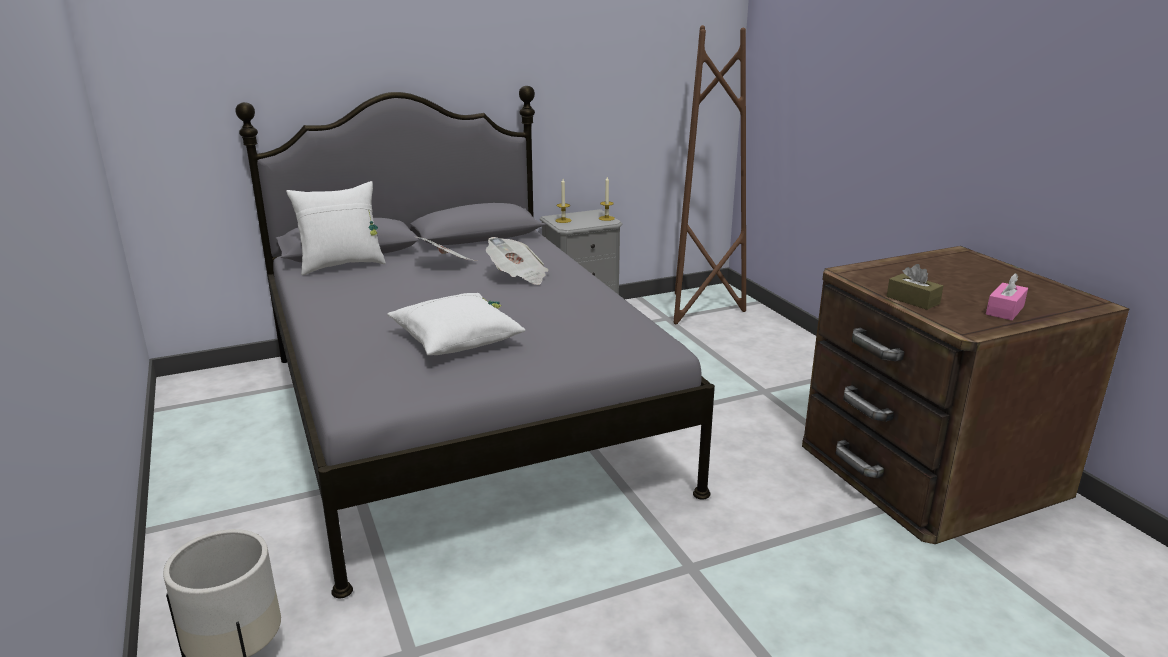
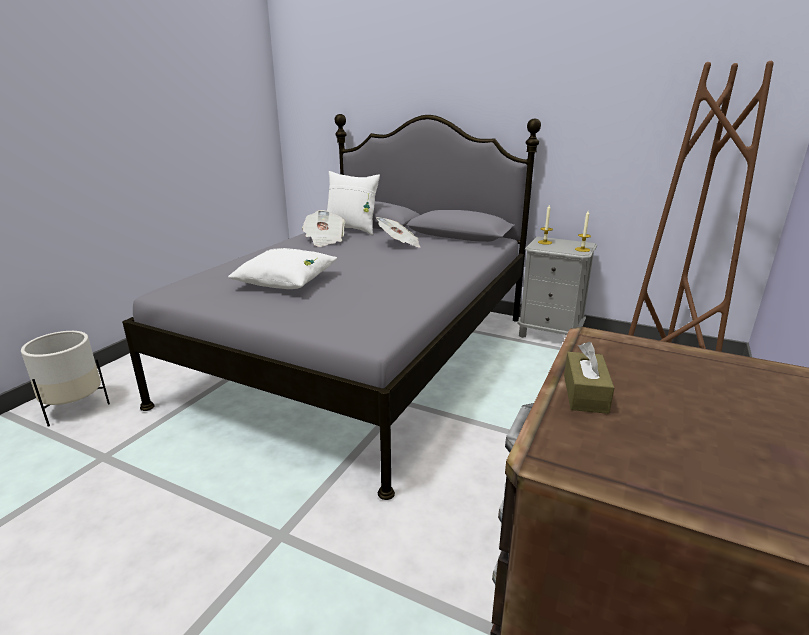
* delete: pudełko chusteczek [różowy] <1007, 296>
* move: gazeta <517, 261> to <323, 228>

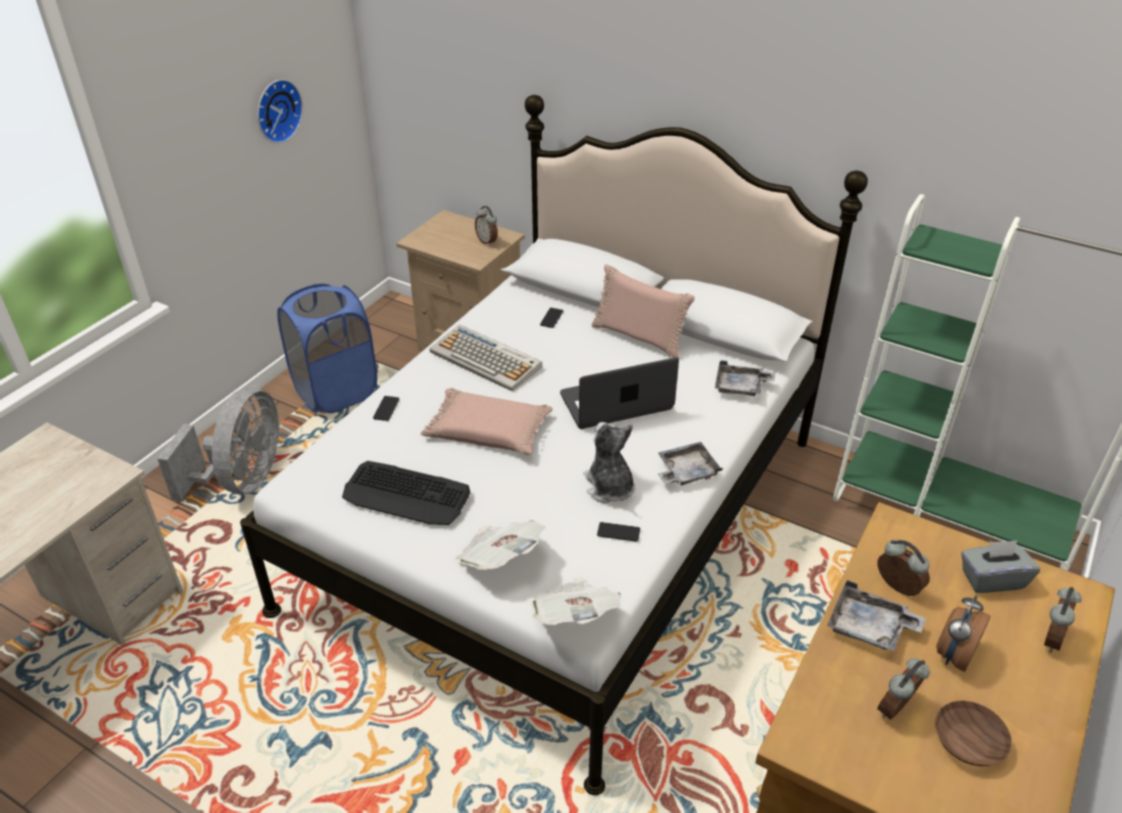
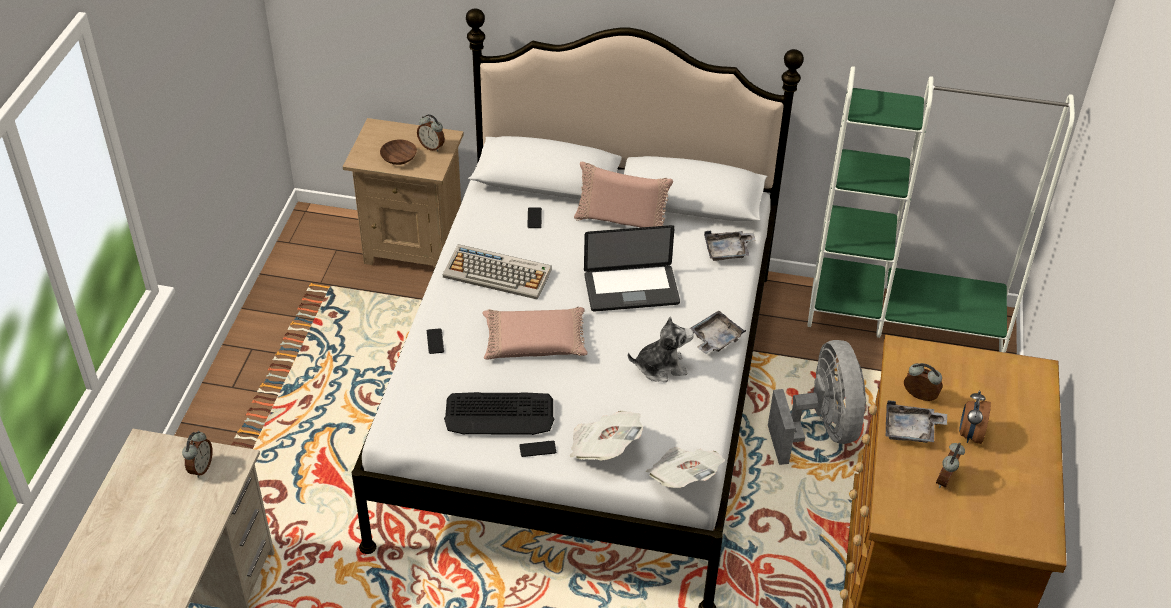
* delete: zegar ścienny <280, 111>
* delete: kosz na pranie [niebieski] <327, 348>
* delete: pudełko chusteczek [szary] <1000, 567>
* move: wentylator [szary] <218, 444> to <817, 402>
* move: telefon <618, 532> to <537, 448>
* move: miska [brązowy] <973, 733> to <398, 152>
* move: budzik <1063, 620> to <197, 454>
* rotate: laptop <619, 393> = <632, 268> 150 degrees counterclockwise
* rotate: pluszak <609, 462> = <661, 349> 120 degrees clockwise

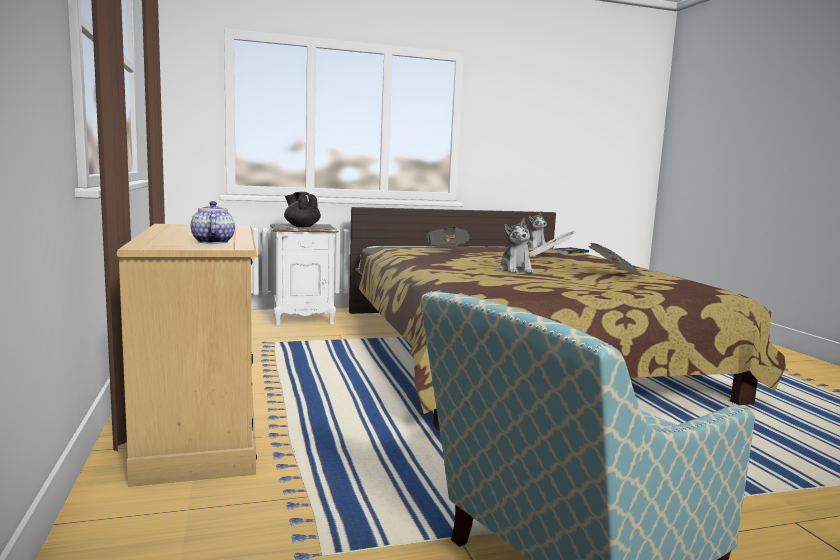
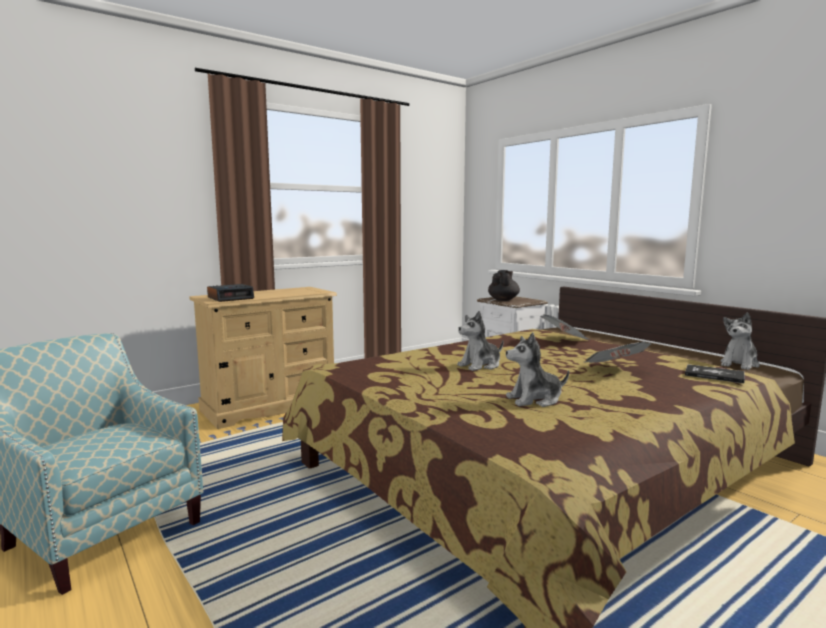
* replace: imbryk <213, 222> to budzik <230, 293>
* replace: gazeta <617, 259> to pluszak <537, 369>

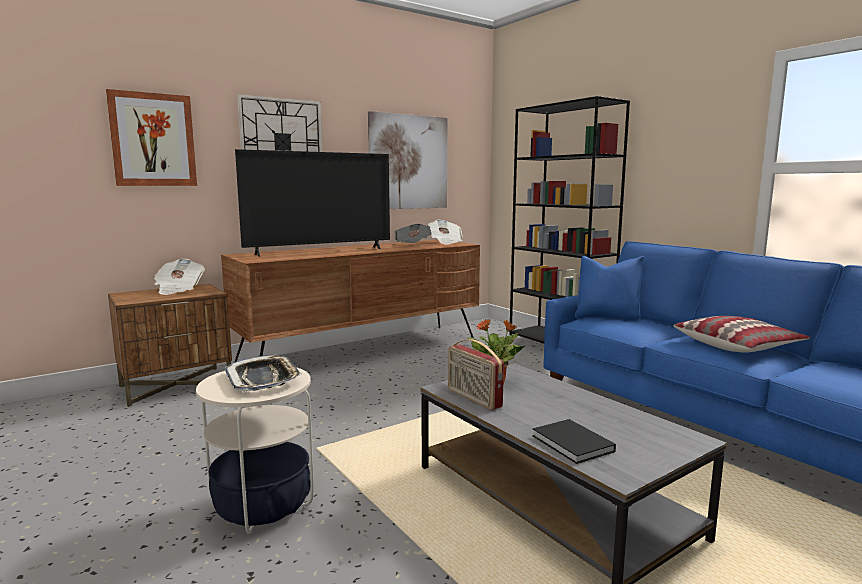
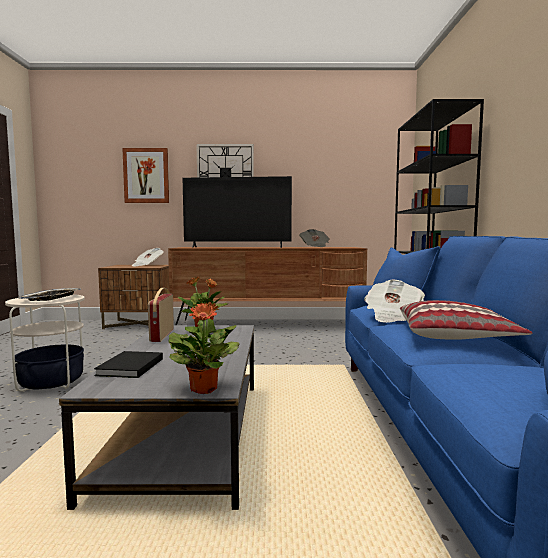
* delete: obraz <408, 160>
* insert: roślina doniczkowa <203, 348>
* move: gazeta <445, 232> to <394, 301>

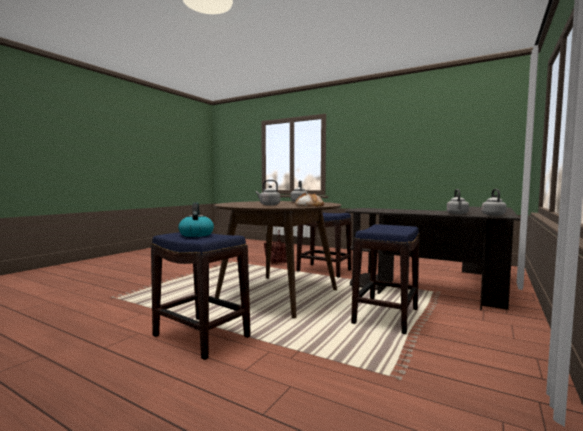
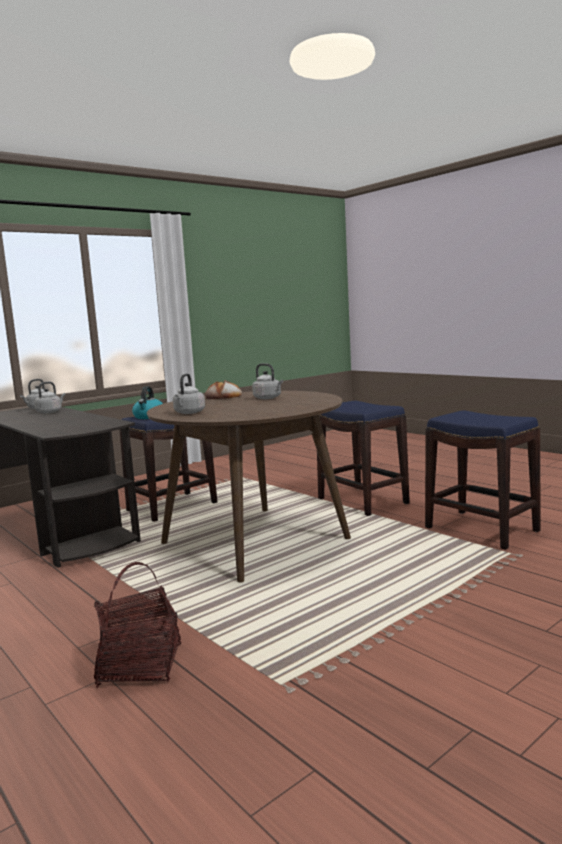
* move: czajnik <196, 219> to <147, 402>
* move: stołek <324, 245> to <483, 480>

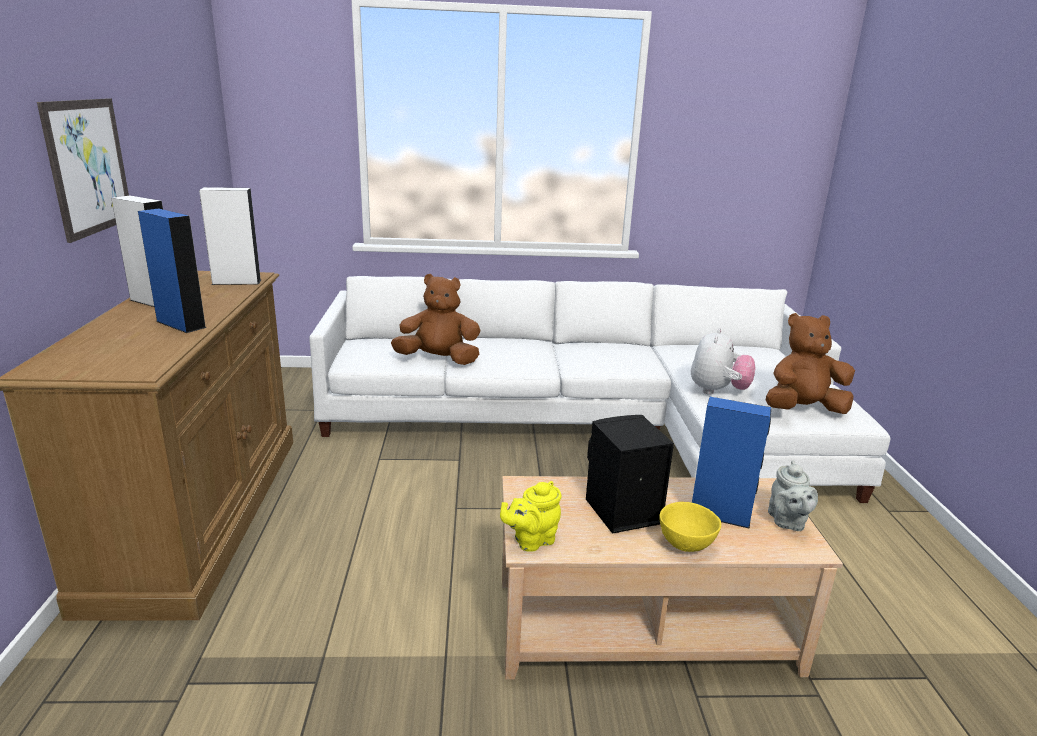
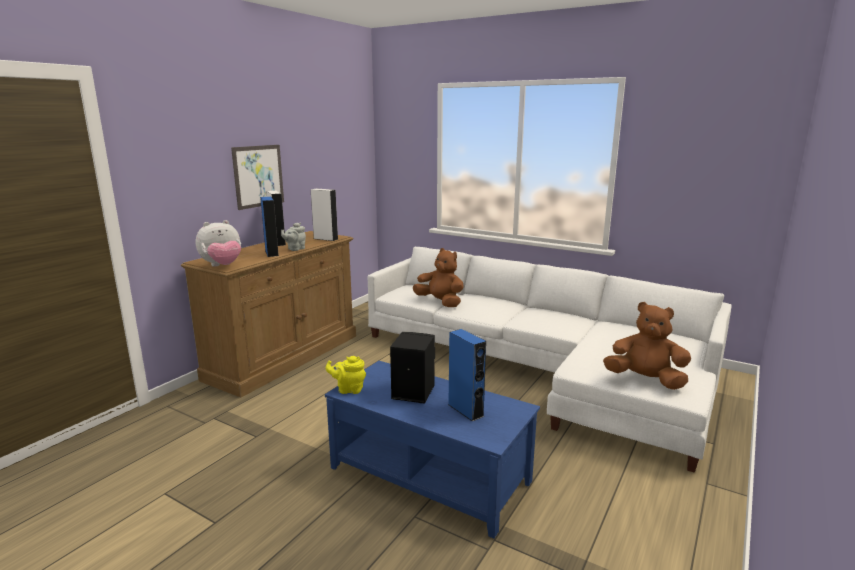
* delete: miska [żółty] <690, 527>
* move: pluszak <723, 361> to <218, 243>
* move: imbryk [szary] <793, 496> to <293, 236>
* recolor: ława [beżowy] <672, 577> to ława [niebieski] <432, 450>

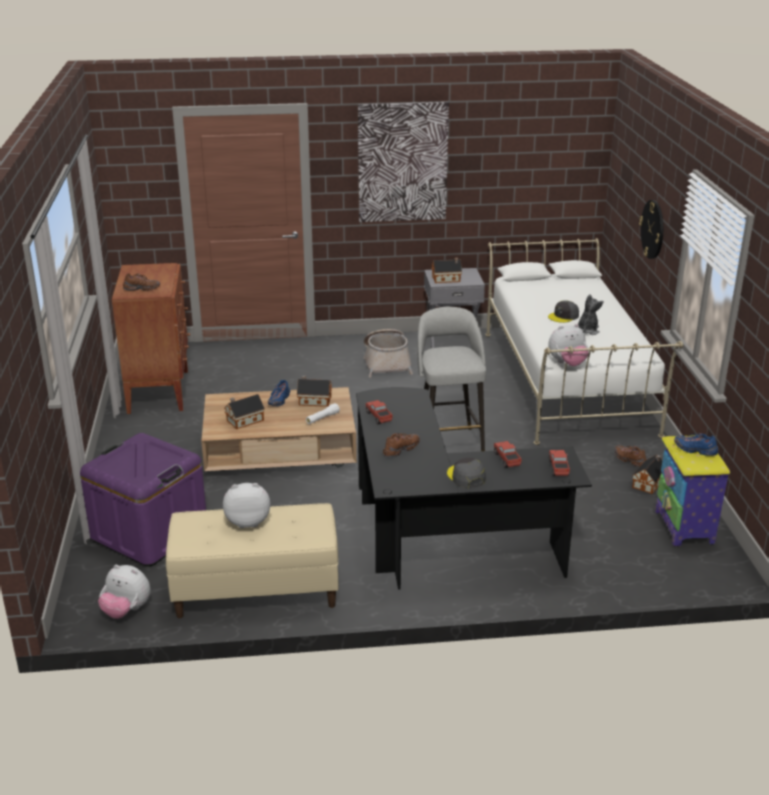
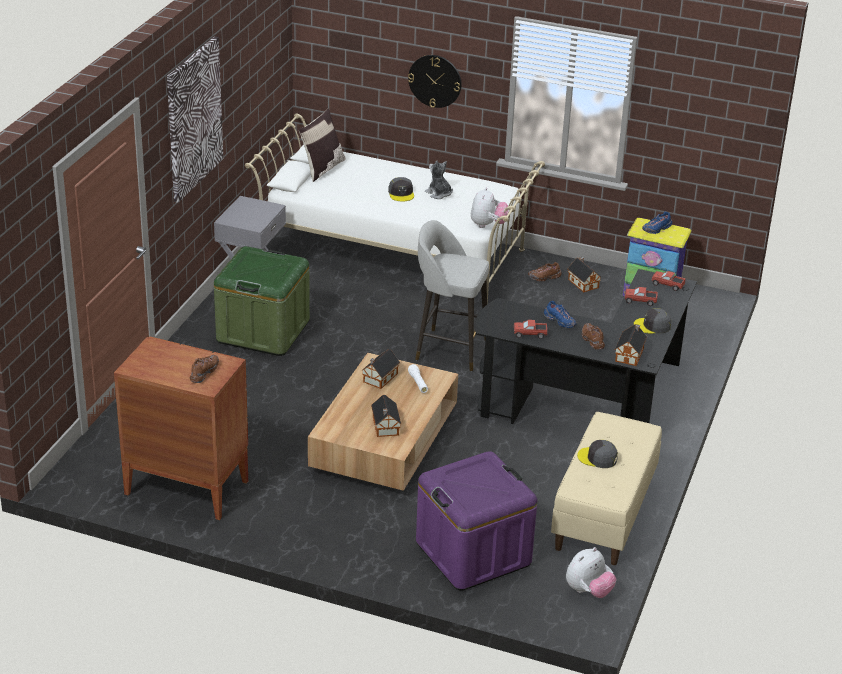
* insert: poduszka <322, 145>
* move: but [niebieski] <279, 393> to <560, 314>
* move: domek <447, 270> to <631, 345>
* replace: pluszak <246, 505> to czapka z daszkiem [szary] <597, 454>
* replace: koszyk <388, 353> to pojemnik do przechowywania [zielony] <262, 301>

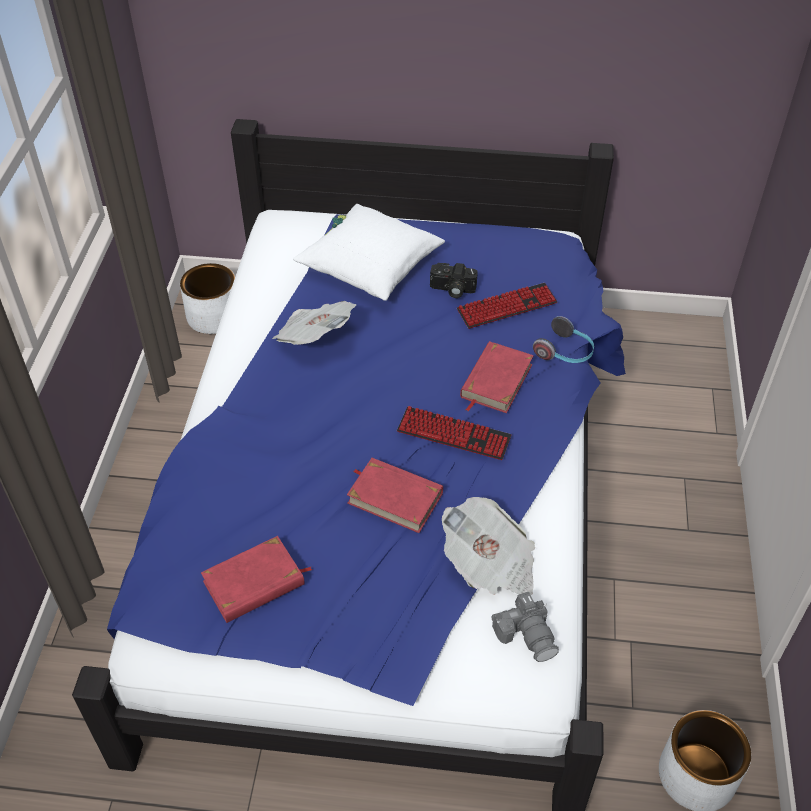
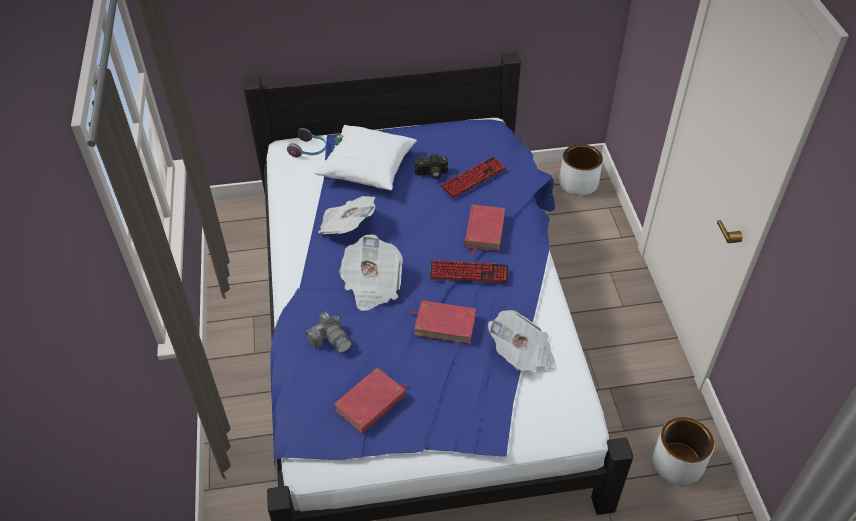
* insert: gazeta <371, 272>
* move: donica [biały] <207, 298> to <581, 170>
* move: aparat fotograficzny <525, 627> to <329, 332>
* move: słuchawki <563, 339> to <306, 142>

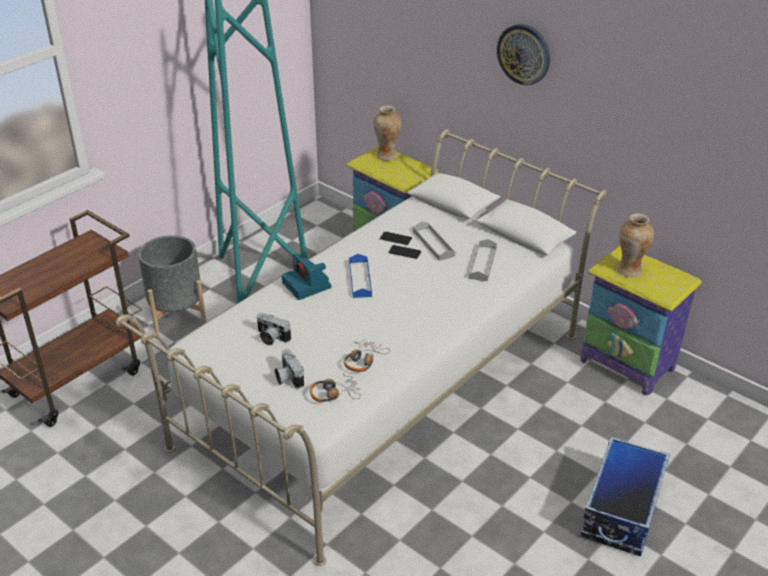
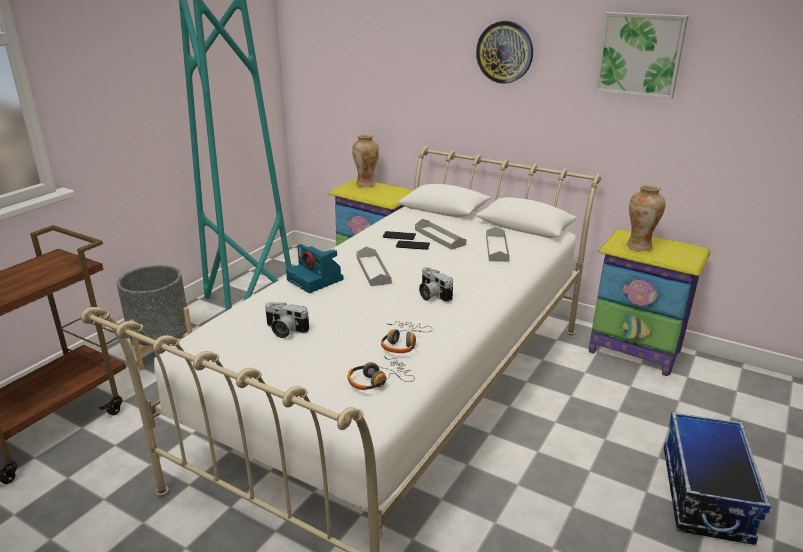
* insert: obraz <641, 55>
* move: aparat fotograficzny <289, 369> to <436, 284>
* recolor: taca [niebieski] <360, 276> to taca [szary] <374, 266>

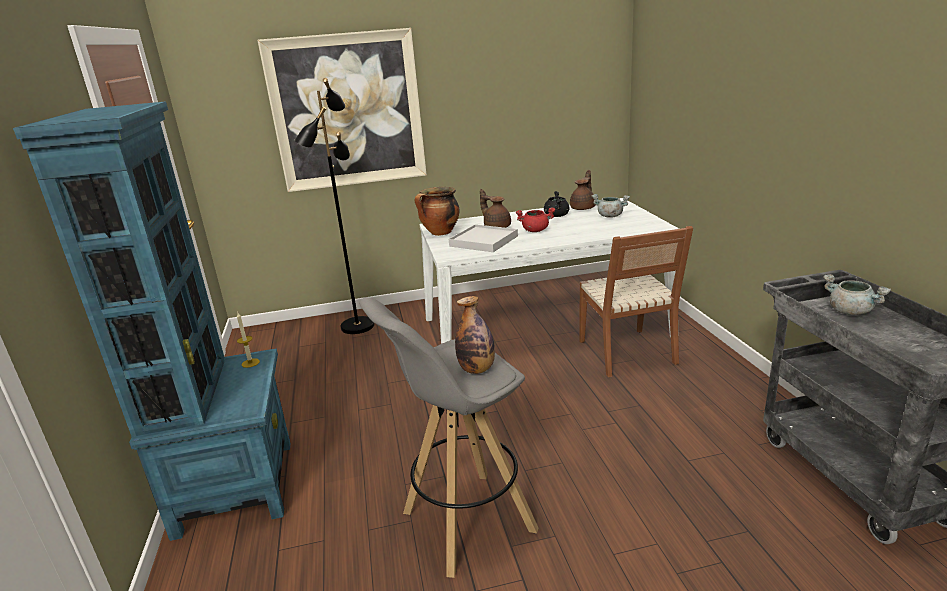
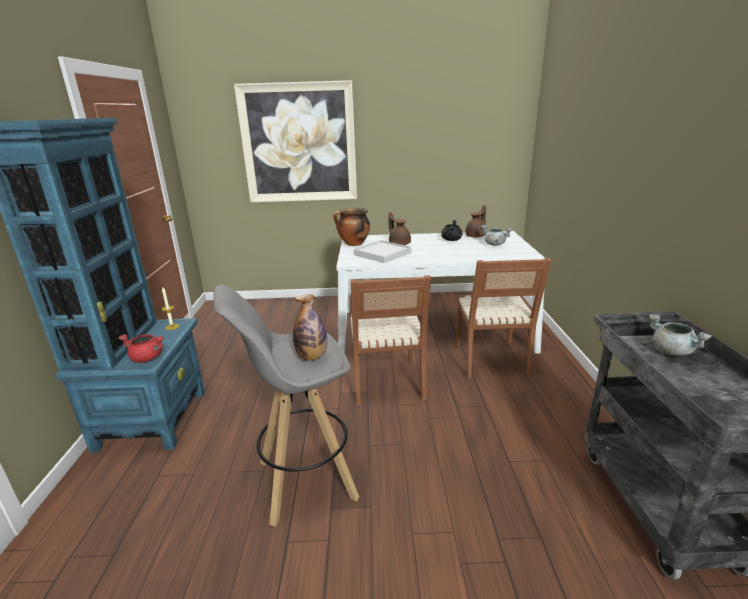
* delete: lampa stojąca [czarny] <334, 206>
* insert: krzesło <390, 340>
* move: garnek [czerwony] <535, 220> to <141, 348>

